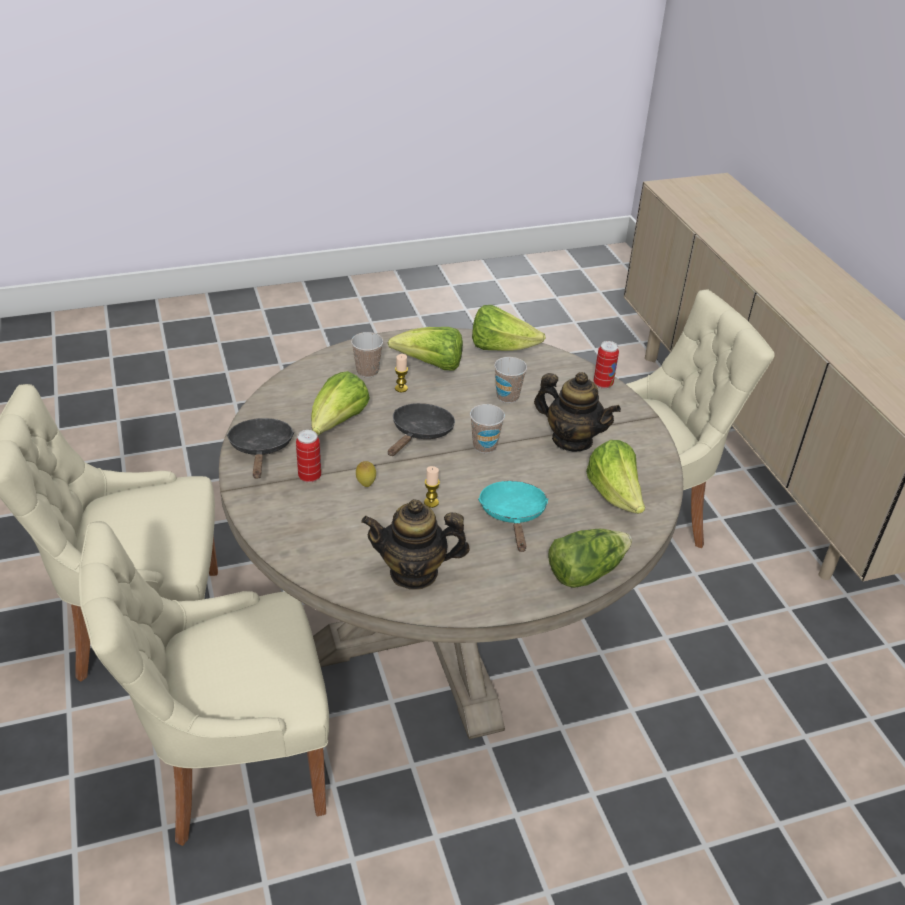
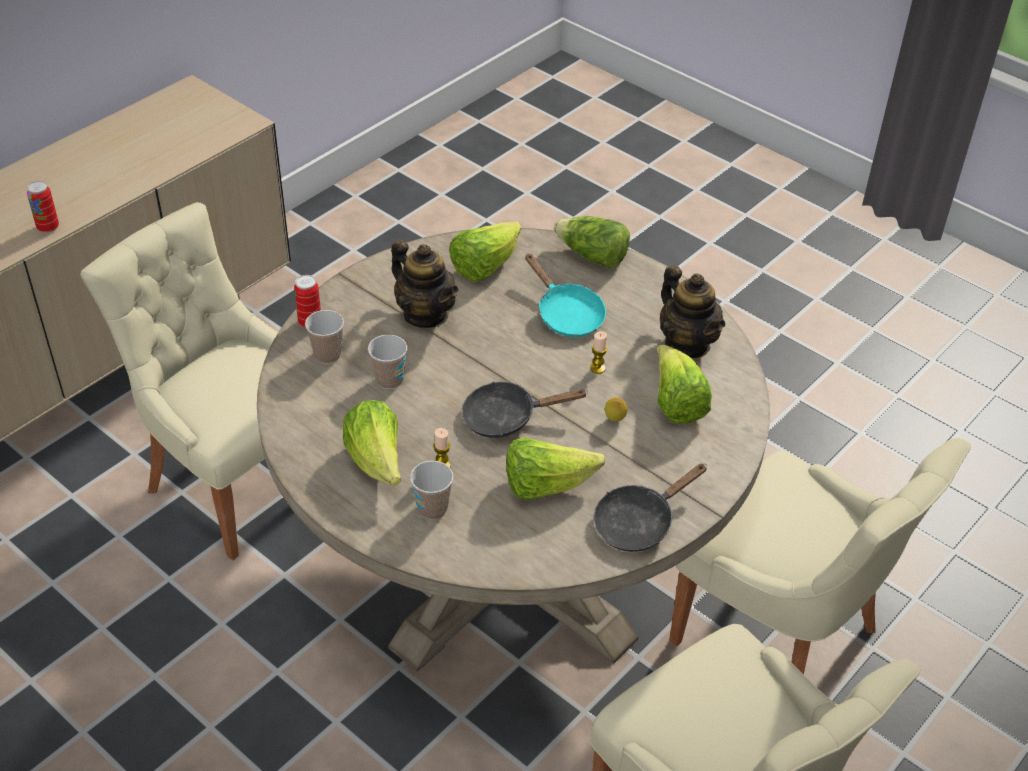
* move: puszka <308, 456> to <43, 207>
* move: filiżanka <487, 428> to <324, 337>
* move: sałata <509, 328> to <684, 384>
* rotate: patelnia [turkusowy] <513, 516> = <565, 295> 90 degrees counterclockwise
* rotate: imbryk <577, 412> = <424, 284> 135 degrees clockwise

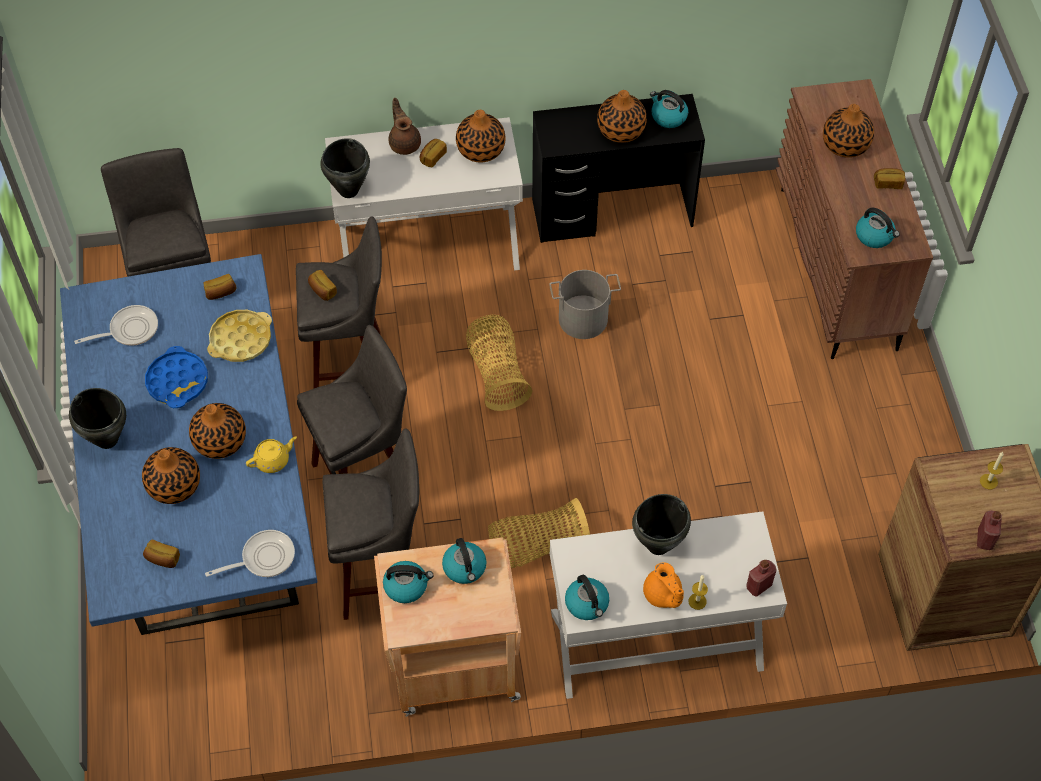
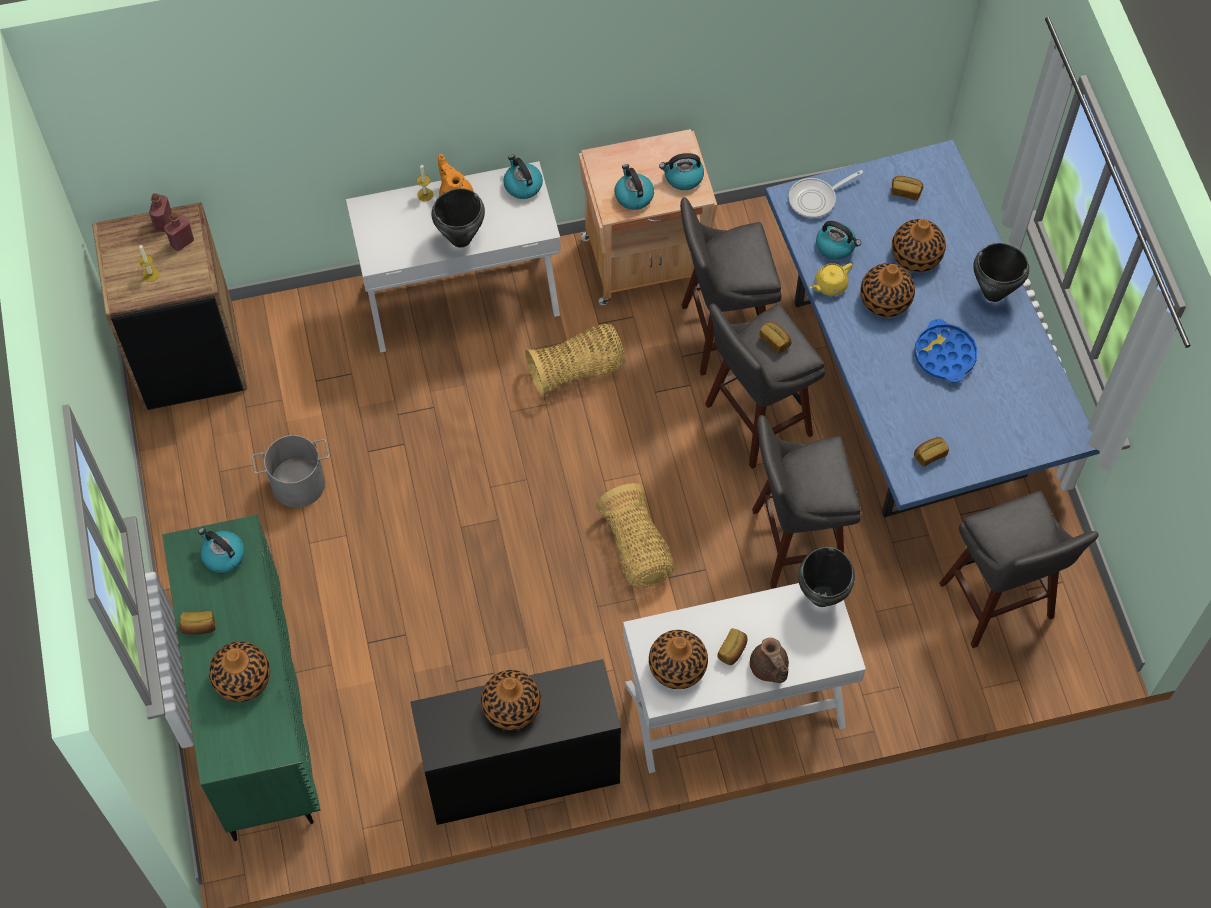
* delete: patelnia <116, 325>
* delete: taca [żółty] <239, 336>
* move: chleb <322, 285> to <775, 337>
* move: wiadro [szary] <585, 304> to <290, 471>
* move: czajnik <669, 109> to <838, 240>
* move: butelka [czerwony] <761, 578> to <179, 231>
* recolor: komoda [brązowy] <854, 219> to komoda [zielony] <241, 678>

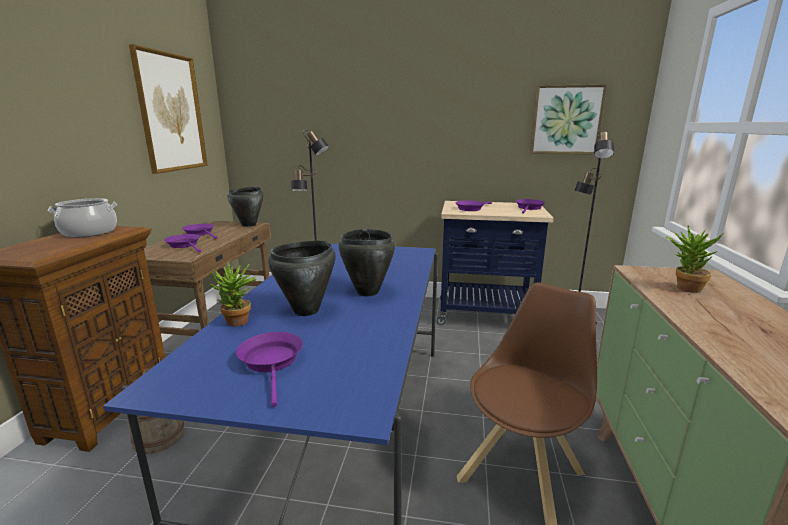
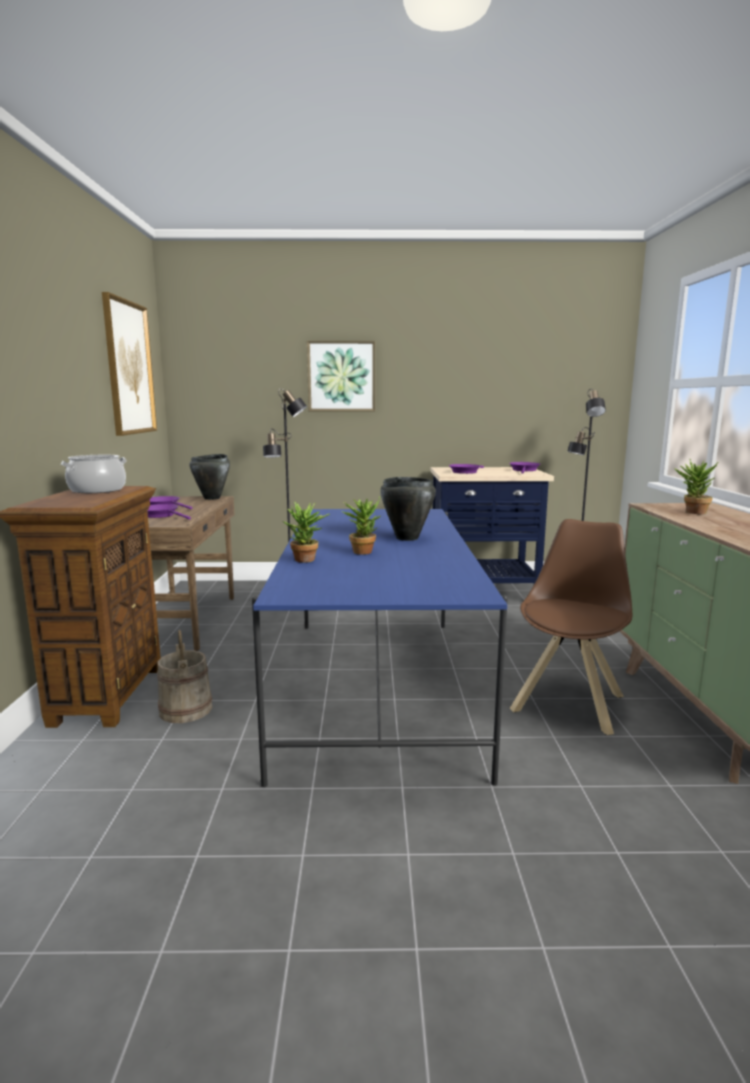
* delete: patelnia [fioletowy] <269, 369>
* move: obraz <568, 119> to <341, 376>
* replace: garnek [czarny] <301, 278> to roślina doniczkowa <361, 526>

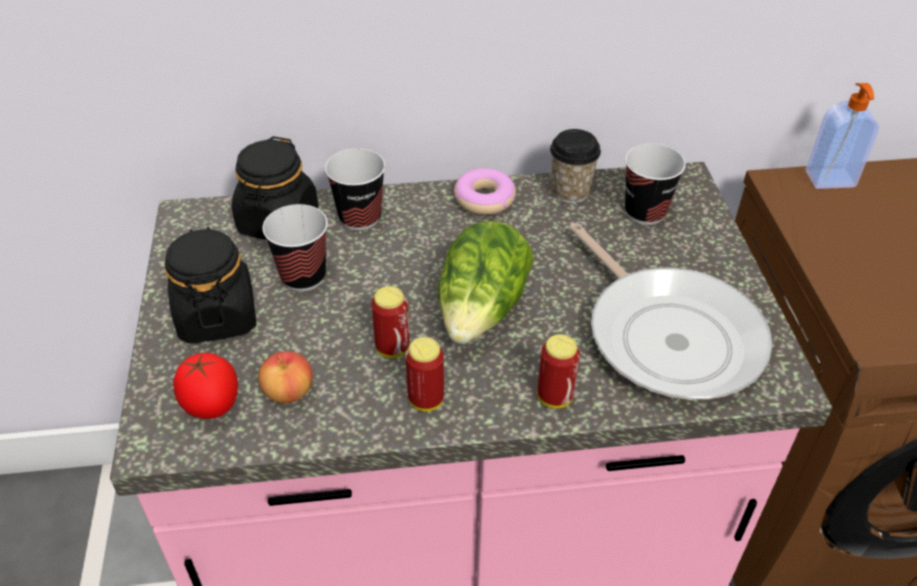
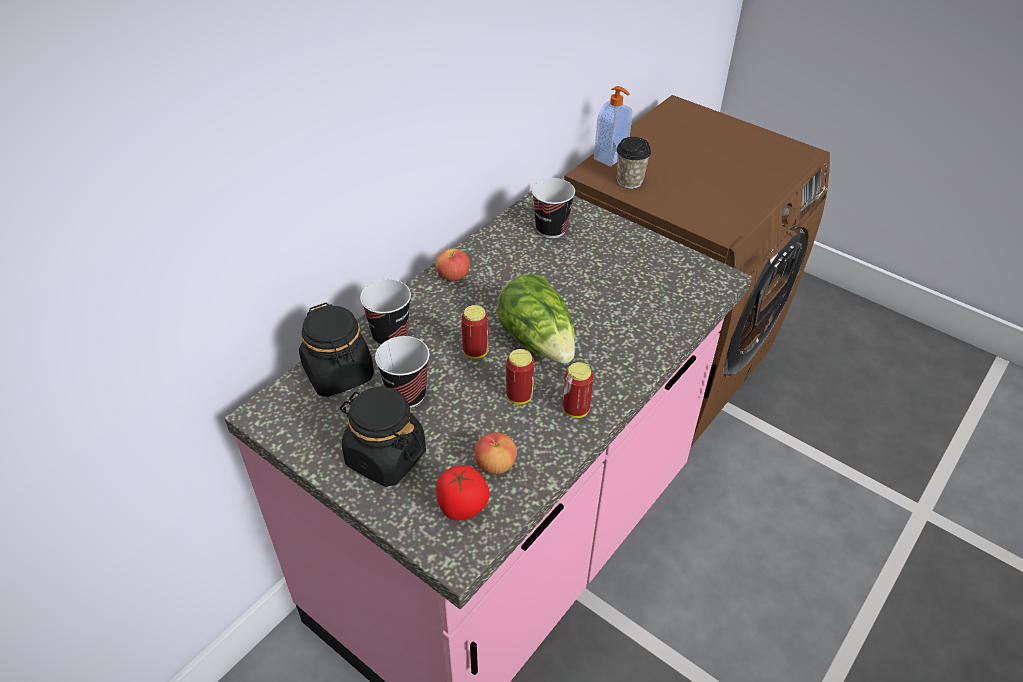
* delete: patelnia <671, 311>
* move: puszka <558, 371> to <475, 332>
* move: filiżanka <575, 166> to <633, 163>
* replace: donut <485, 191> to jabłko <452, 264>

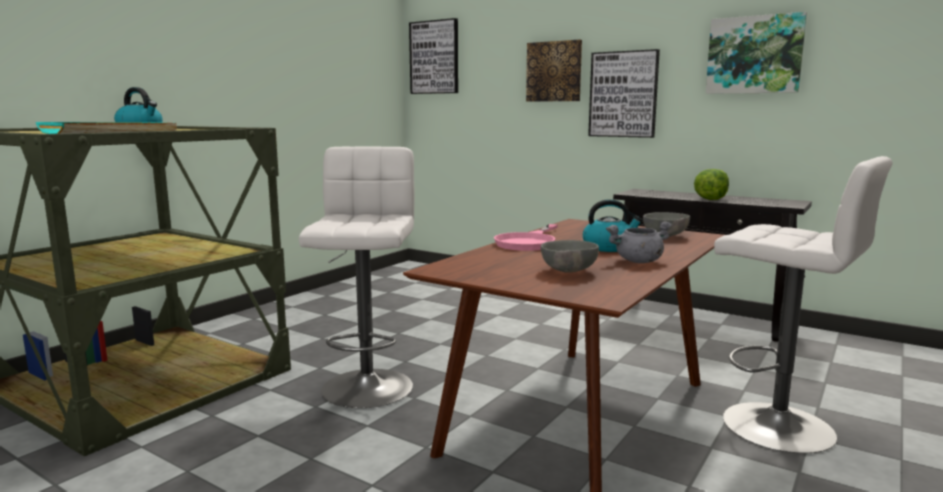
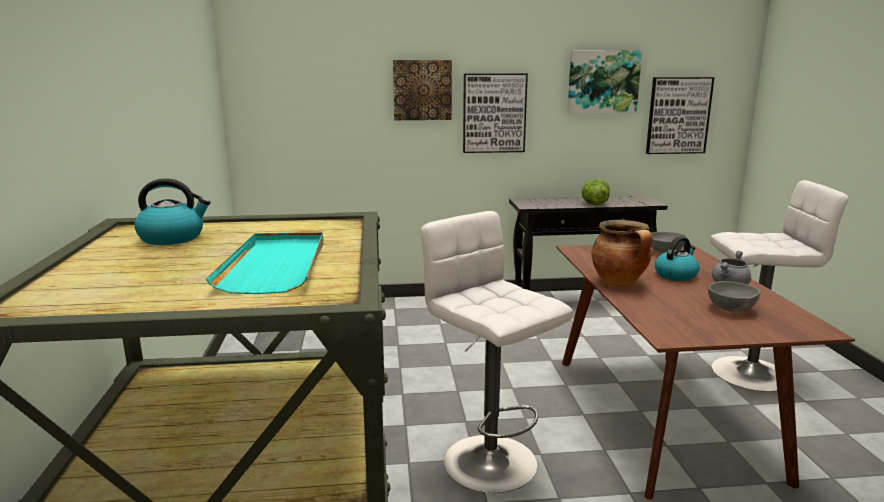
* move: obraz <433, 56> to <680, 115>
* replace: patelnia [różowy] <526, 237> to garnek <621, 253>

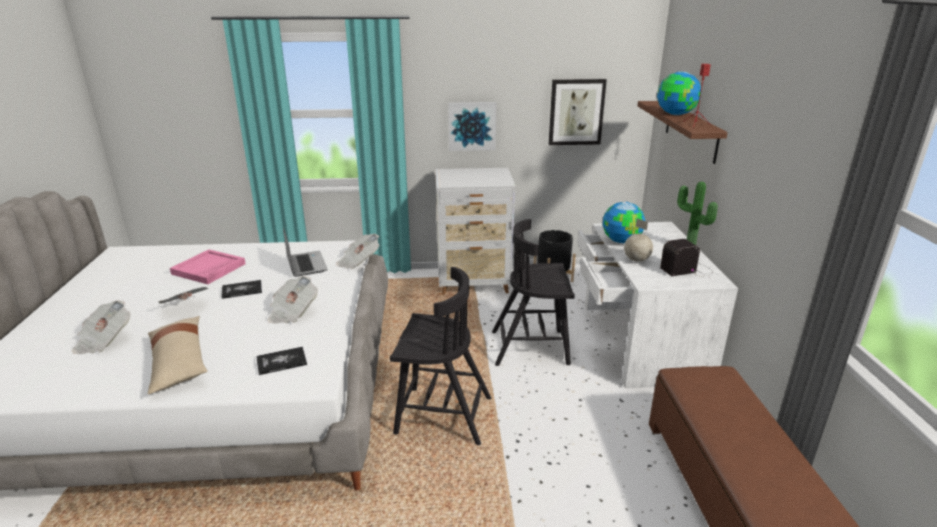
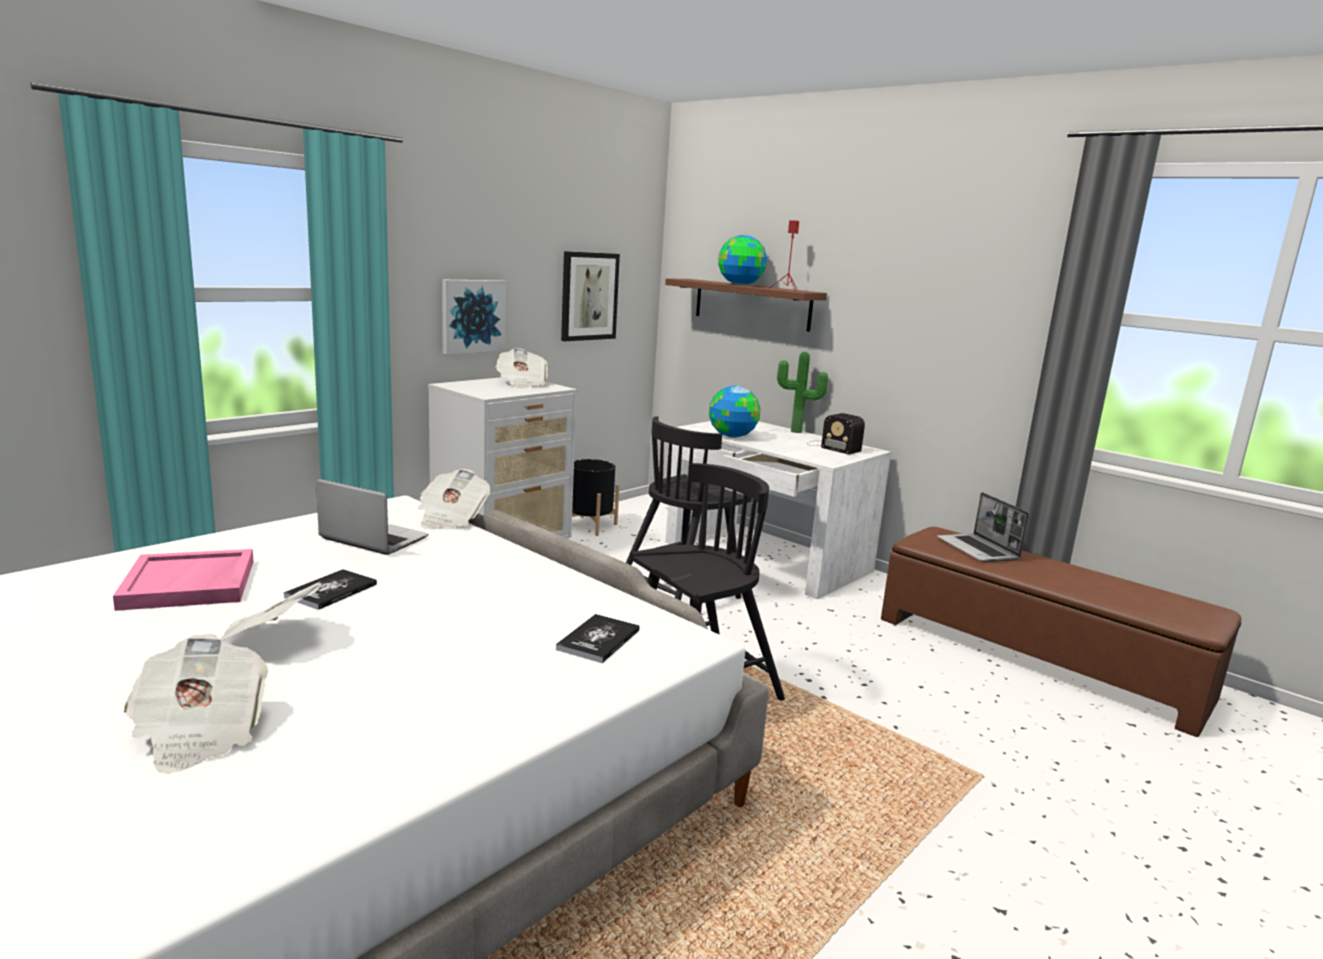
* delete: poduszka [beżowy] <177, 355>
* delete: globus <638, 240>
* insert: laptop <983, 527>
* move: gazeta <292, 300> to <521, 368>
* rotate: radio <686, 259> = <836, 434> 75 degrees counterclockwise

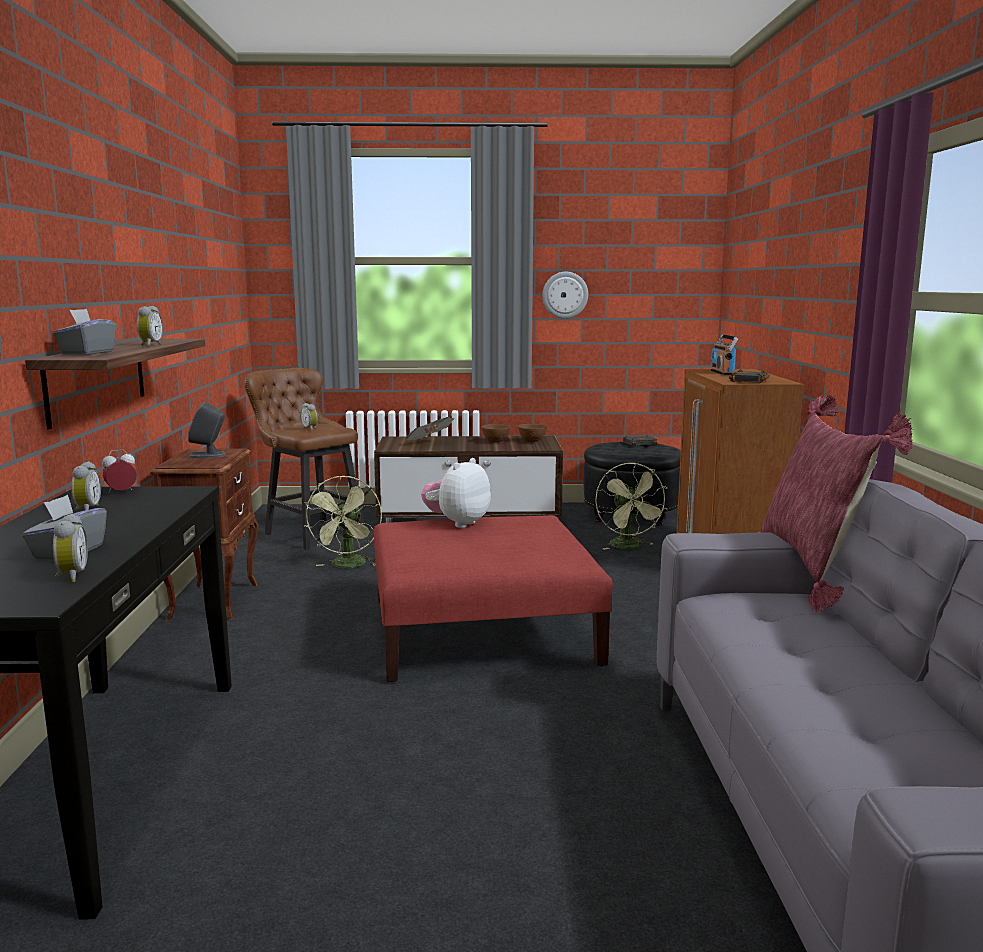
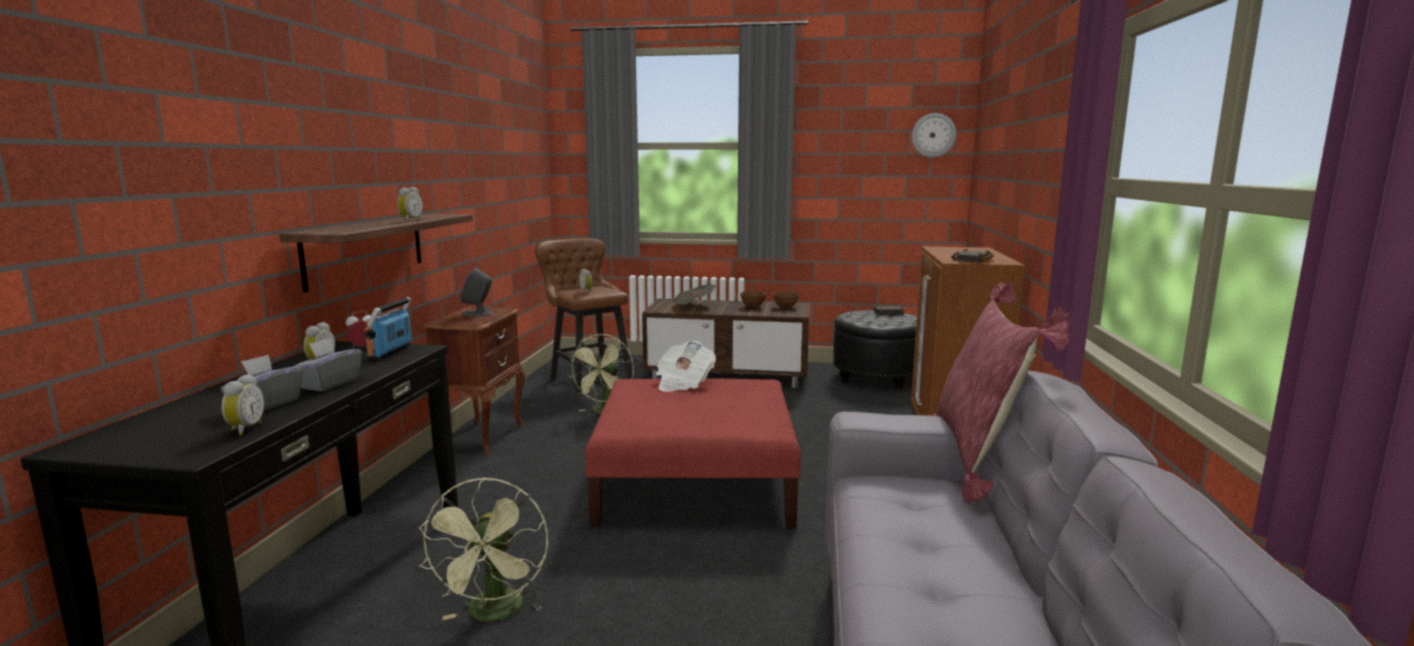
* move: pudełko chusteczek [szary] <85, 332> to <327, 364>
* move: zegar ścienny <565, 295> to <934, 135>
* move: wentylator [zielony] <631, 506> to <483, 549>
* move: radio <724, 354> to <388, 328>
* replace: pluszak <456, 493> to gazeta <686, 366>

